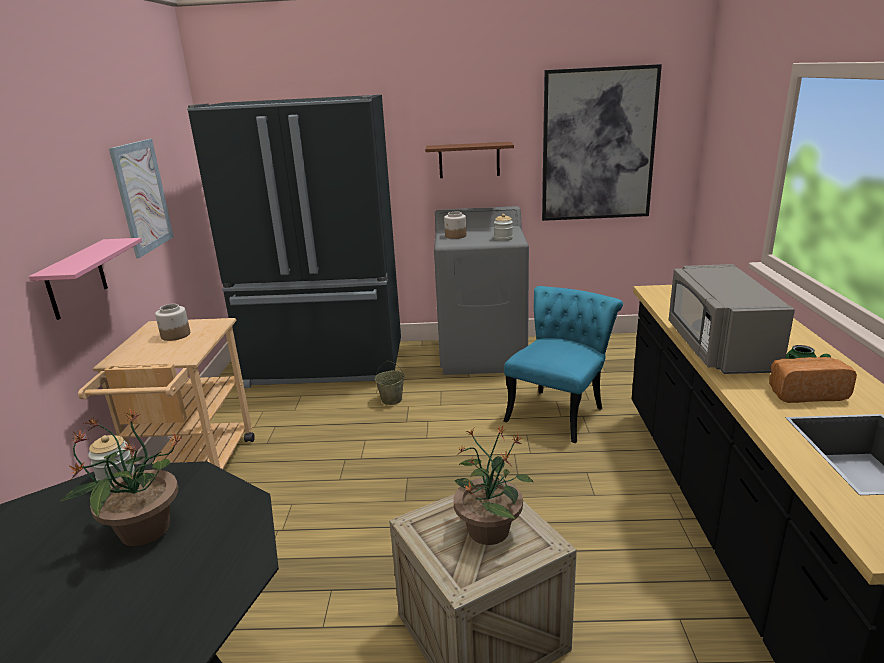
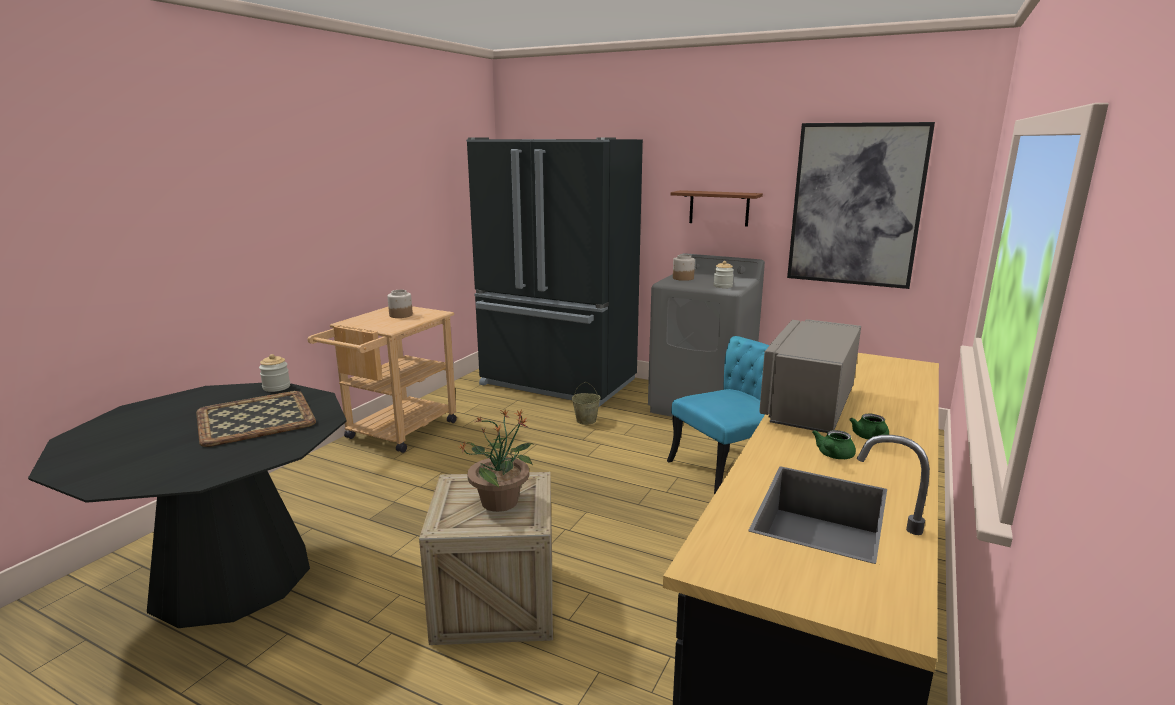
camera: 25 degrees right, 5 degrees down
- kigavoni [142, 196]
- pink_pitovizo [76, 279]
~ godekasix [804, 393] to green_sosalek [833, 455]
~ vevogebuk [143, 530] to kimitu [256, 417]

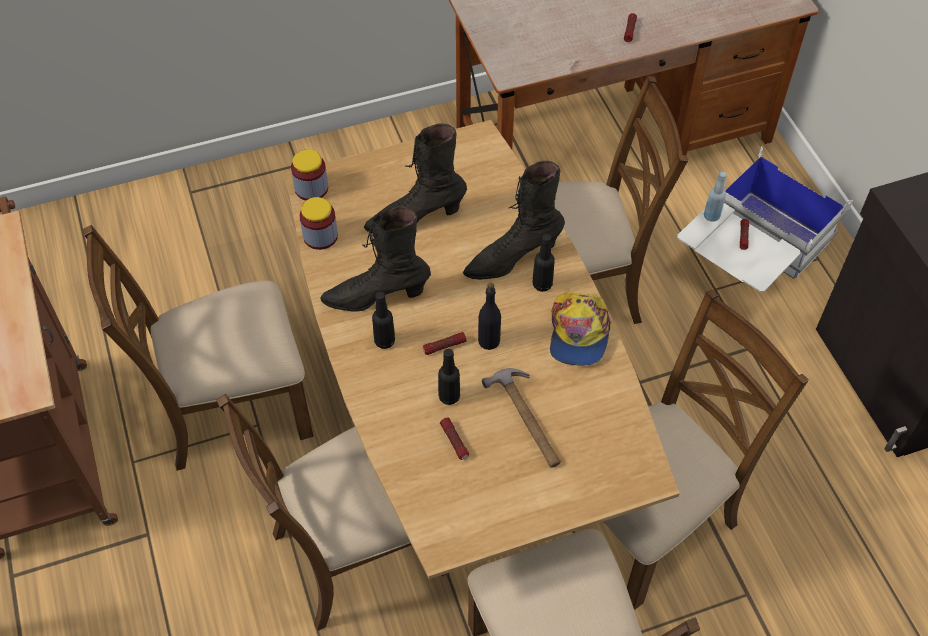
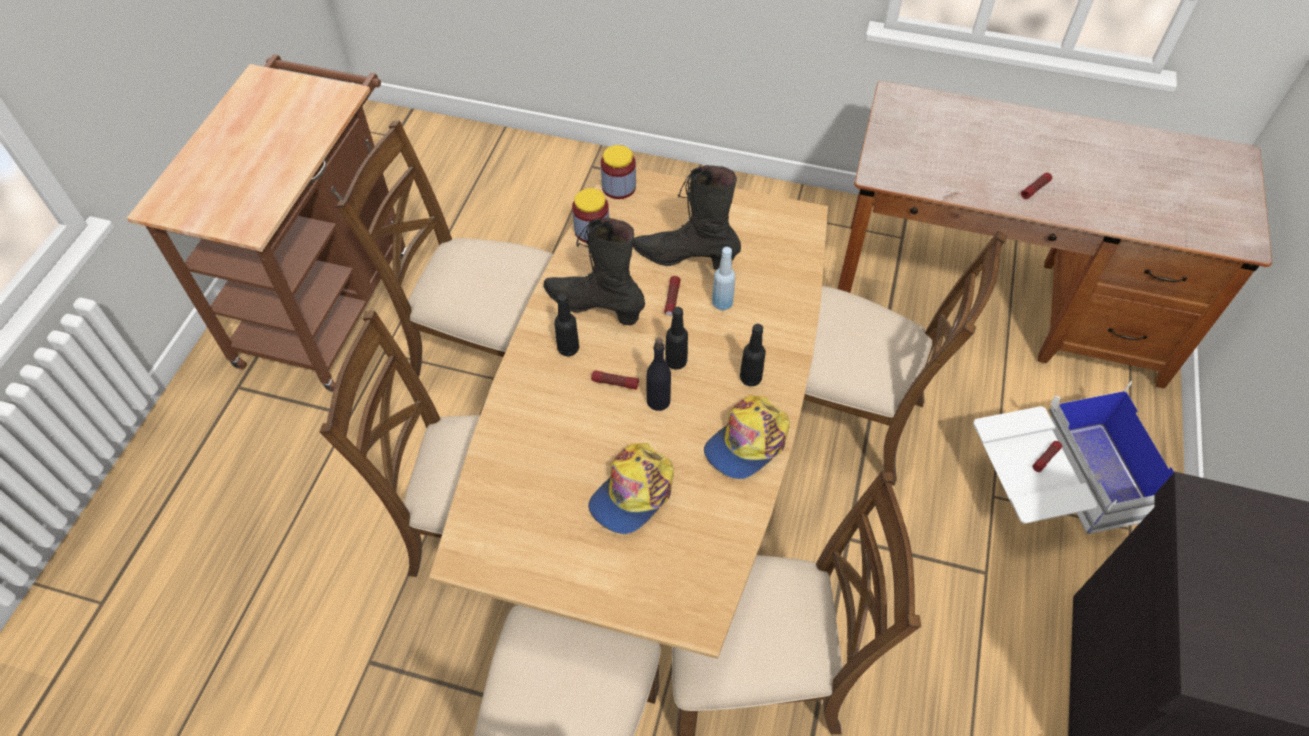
camera: 35 degrees right, 0 degrees up
- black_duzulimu [512, 258]
~ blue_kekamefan [711, 216] to [722, 303]
~ black_kekamefan [449, 397] to [676, 362]
~ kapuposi [527, 419] to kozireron [632, 493]
~ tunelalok [454, 441] to [672, 299]

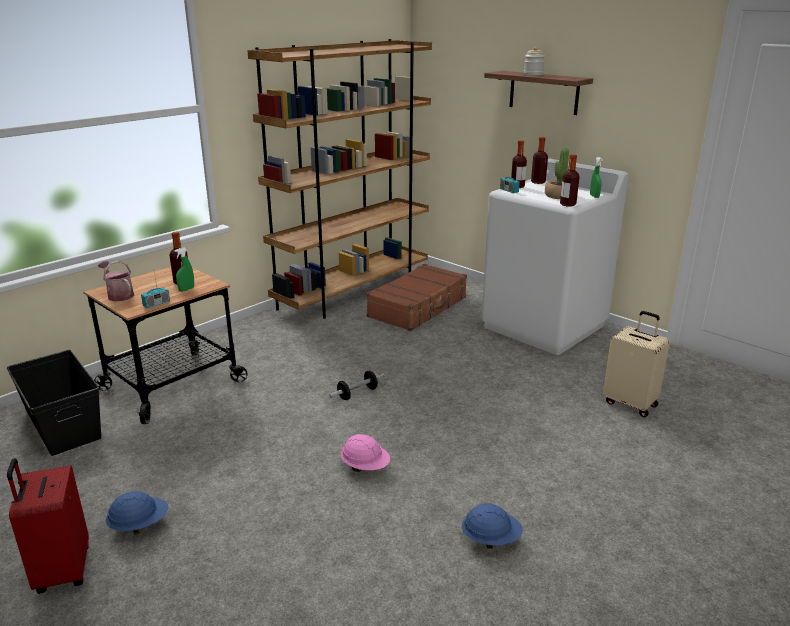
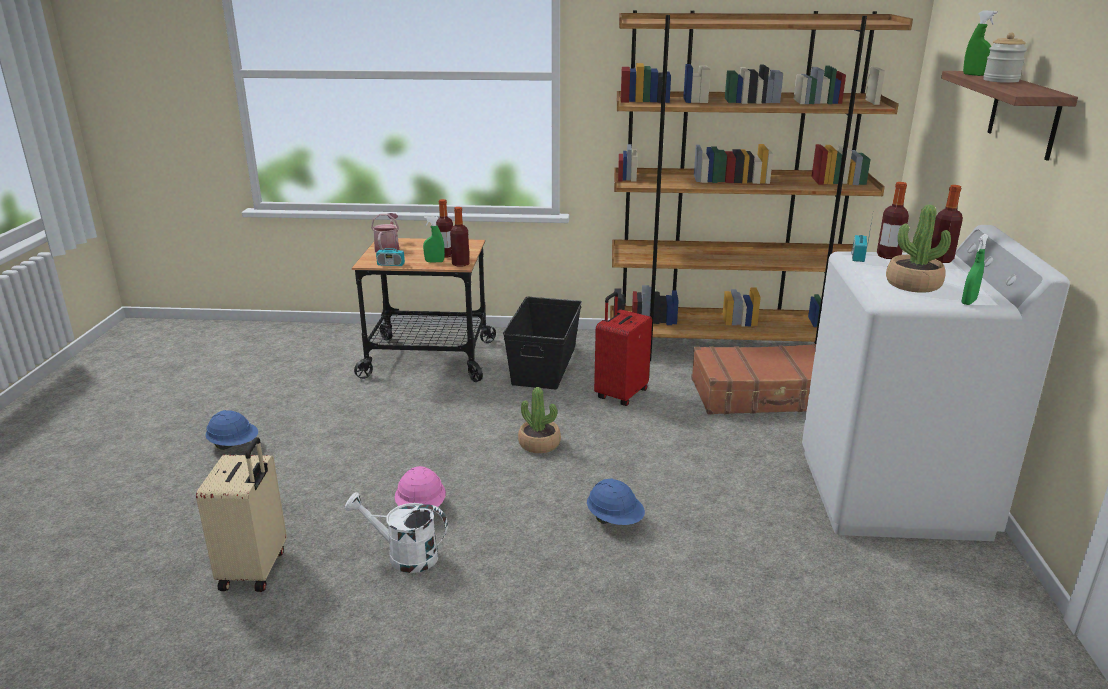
camera: 50 degrees right, 0 degrees up
~ kekamefan [567, 204] to [460, 264]
~ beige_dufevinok [630, 403] to [255, 569]
~ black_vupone [63, 423] to [545, 365]
~ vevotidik [357, 393] to vevogebuk [539, 444]
~ red_dufevinok [61, 571] to [620, 394]
~ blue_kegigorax [491, 539] to [615, 520]
+ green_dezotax [974, 75]
+ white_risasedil [404, 556]

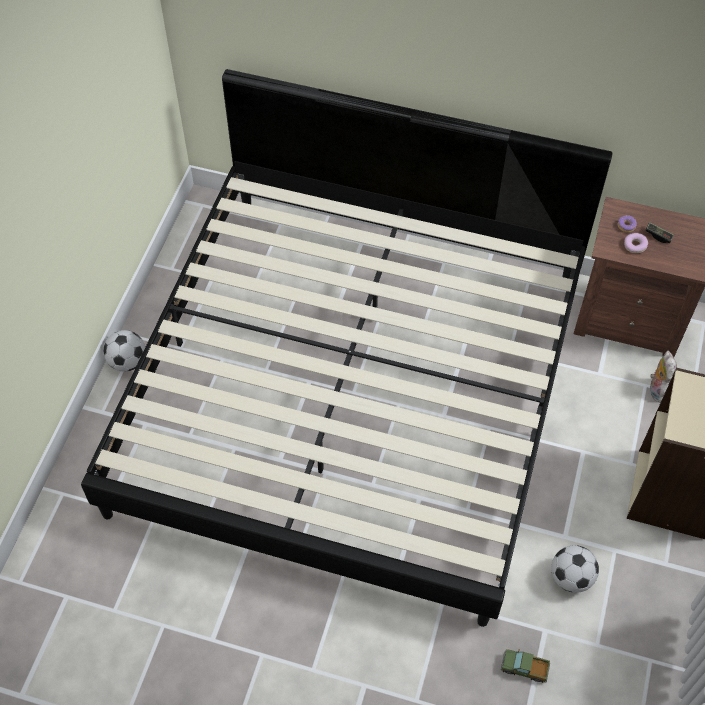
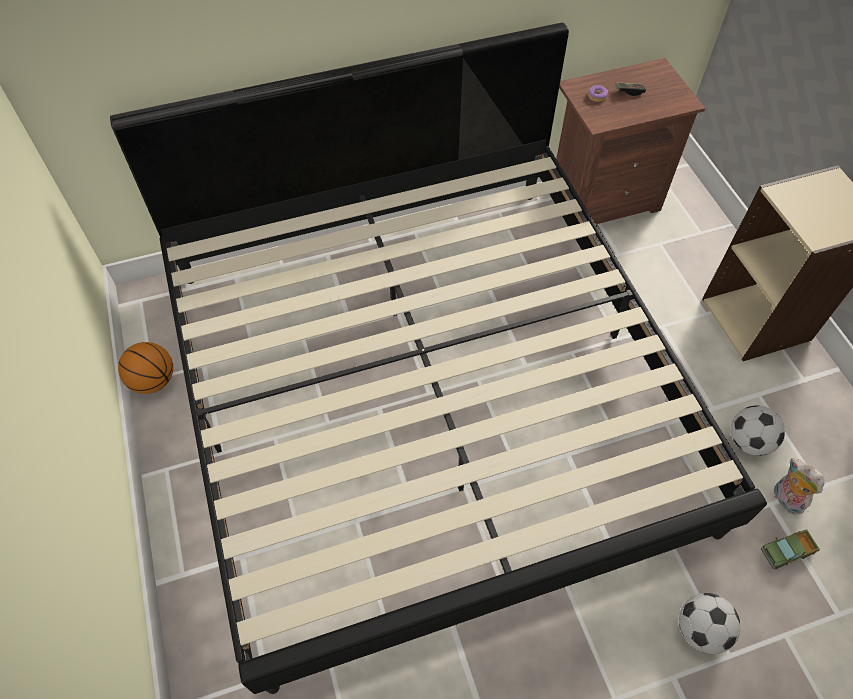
camera: 35 degrees left, 0 degrees up
- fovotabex [634, 245]
~ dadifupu [128, 361] to [700, 629]
~ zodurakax [657, 389] to [785, 499]
+ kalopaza [153, 380]

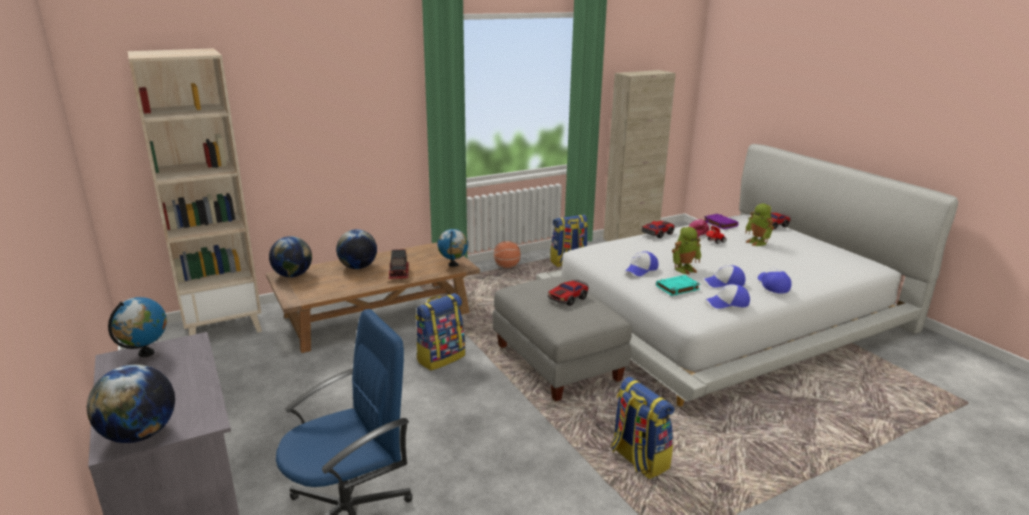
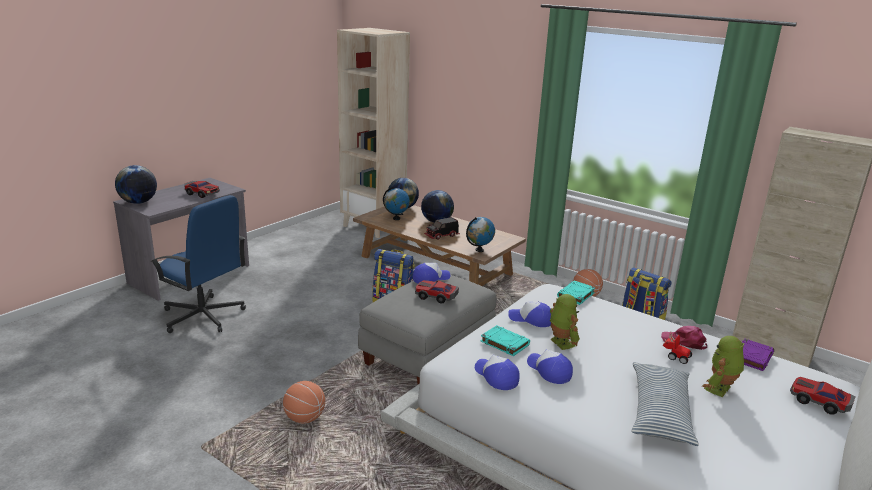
camera: 65 degrees right, 0 degrees up
~ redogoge [657, 233] to [202, 193]
~ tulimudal [684, 269] = [560, 343] 150 degrees counterclockwise
~ kozireron [772, 285] to [430, 278]
~ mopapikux [146, 353] to [396, 218]
~ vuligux [638, 459] to kalopaza [304, 418]
+ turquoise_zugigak [576, 295]
+ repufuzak [660, 412]

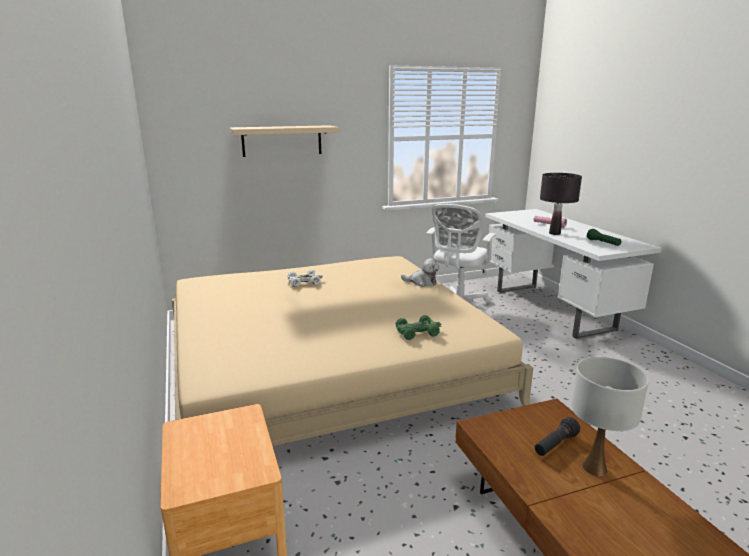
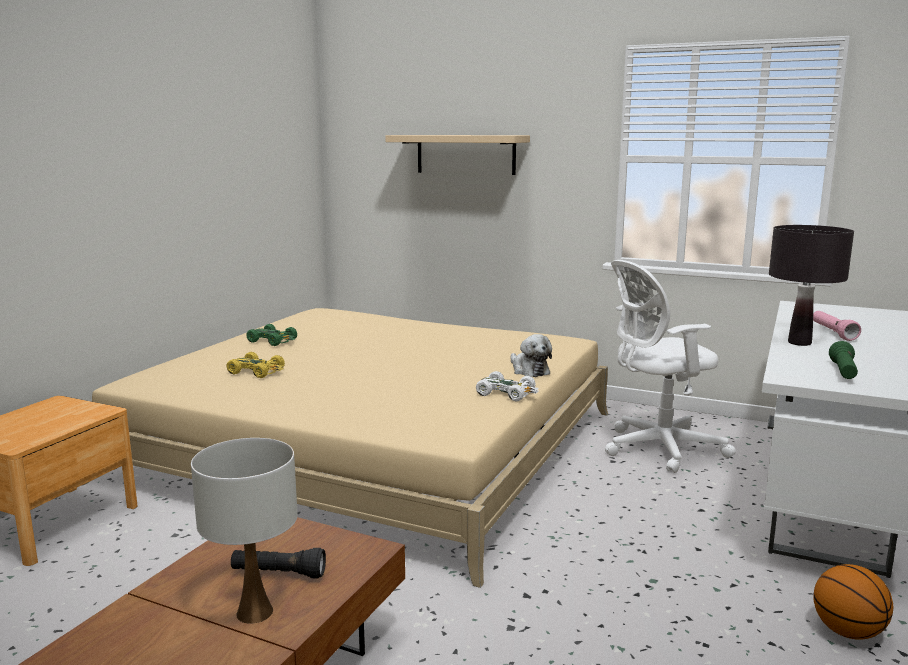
camera: 45 degrees right, 5 degrees down
~ white_redogoge [304, 282] to [507, 393]
~ green_redogoge [417, 332] to [273, 341]
+ yellow_redogoge [257, 371]
+ kalopaza [847, 631]

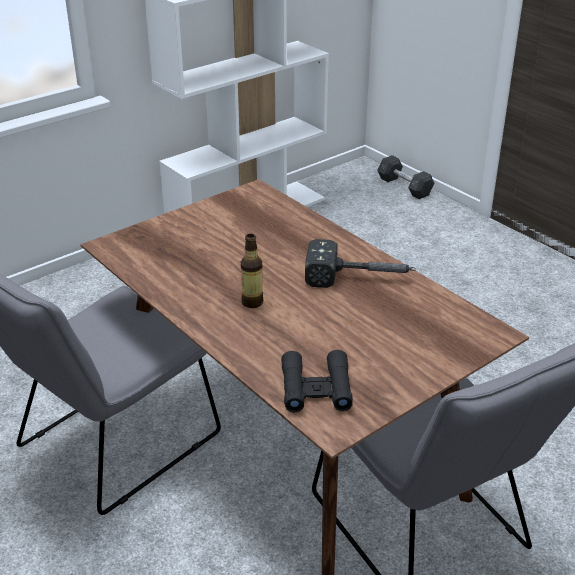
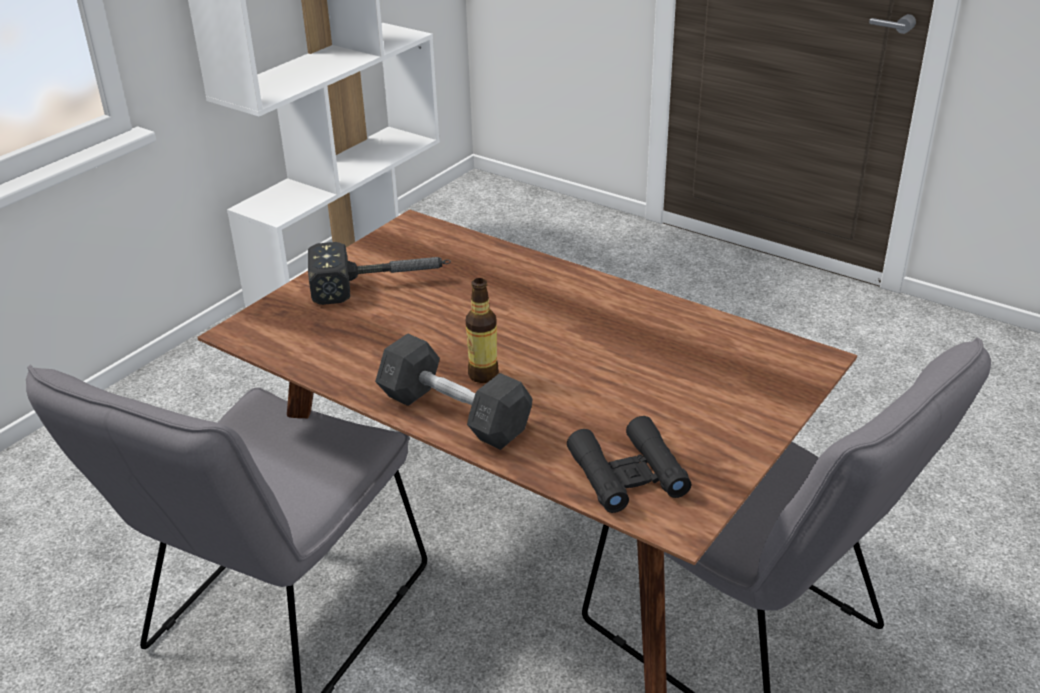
camera: 15 degrees left, 0 degrees up
~ grey_vevotidik [404, 187] to [454, 414]
~ kapuposi [360, 277] to [382, 284]

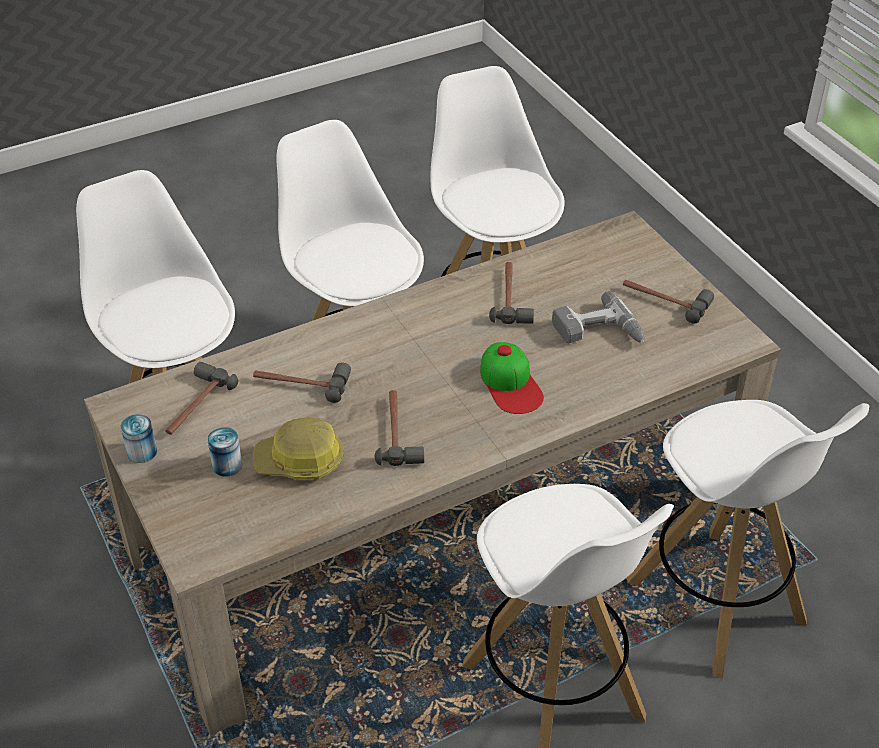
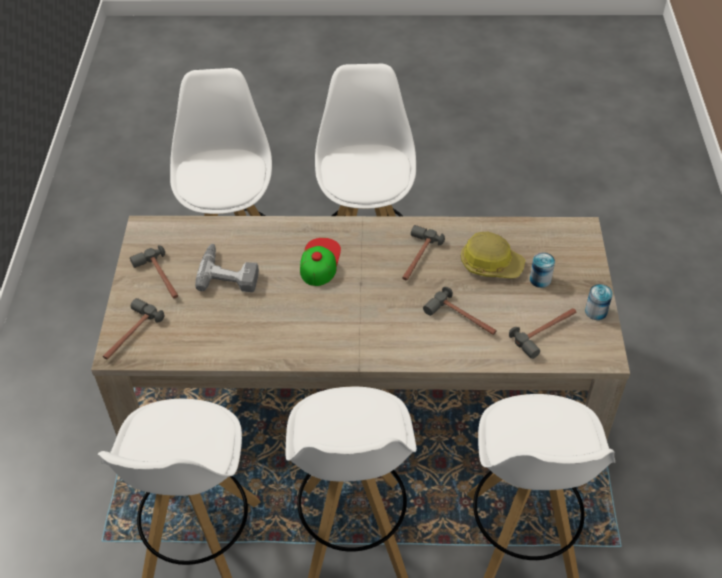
camera: 150 degrees left, 5 degrees up
~ kapuposi [511, 297] to [129, 335]

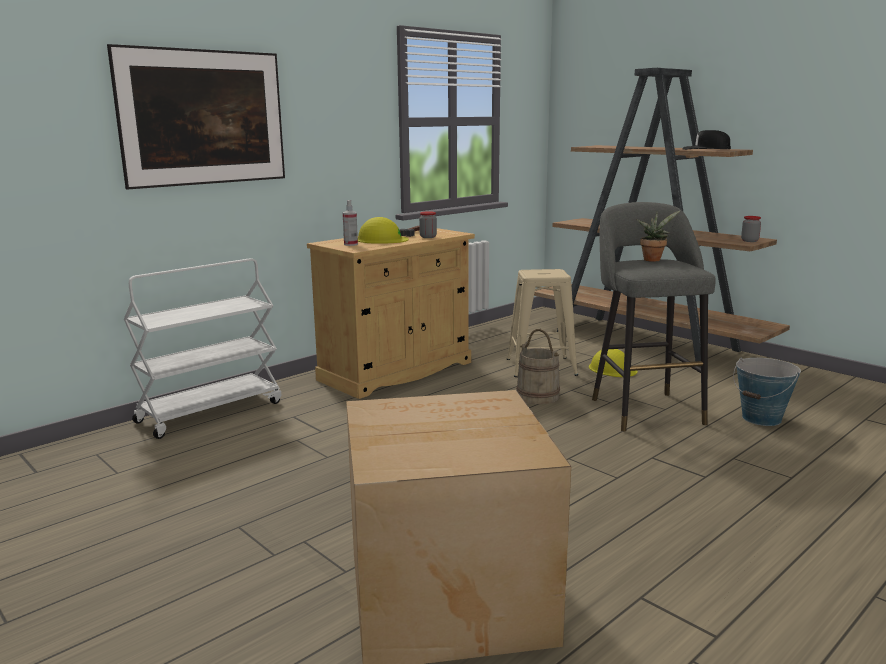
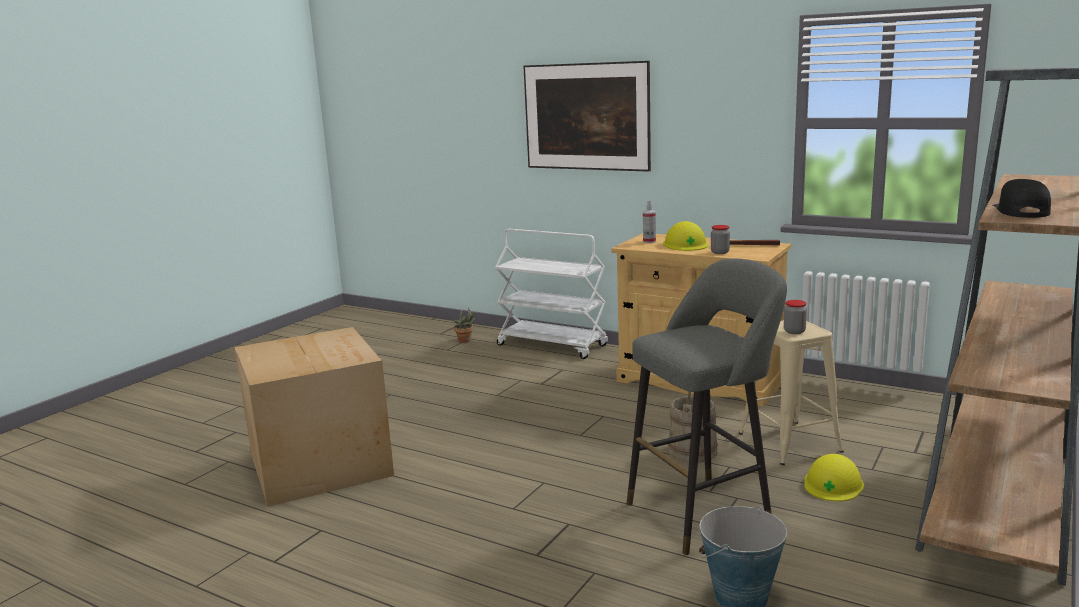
camera: 75 degrees right, 0 degrees up
~ vevogebuk [653, 259] to [466, 341]
~ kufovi [749, 241] to [794, 331]

